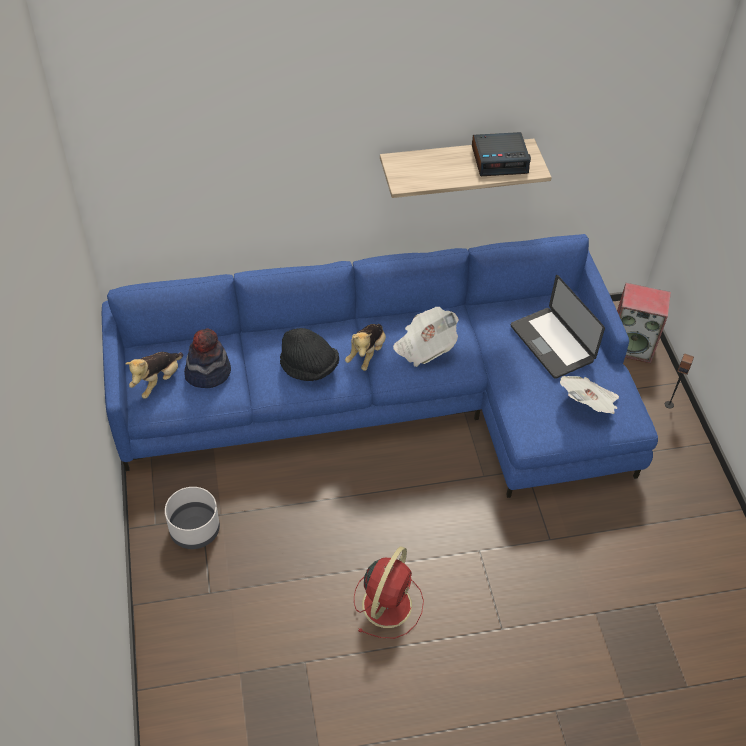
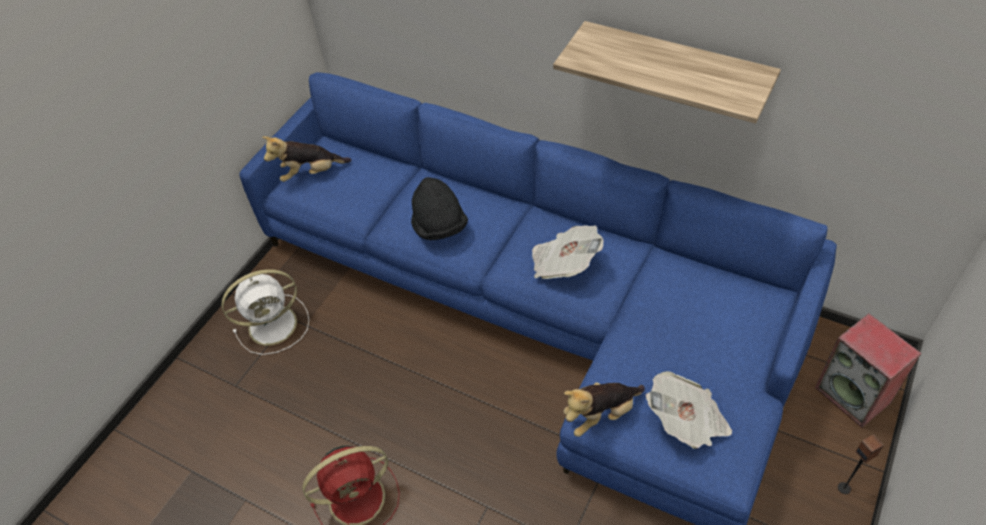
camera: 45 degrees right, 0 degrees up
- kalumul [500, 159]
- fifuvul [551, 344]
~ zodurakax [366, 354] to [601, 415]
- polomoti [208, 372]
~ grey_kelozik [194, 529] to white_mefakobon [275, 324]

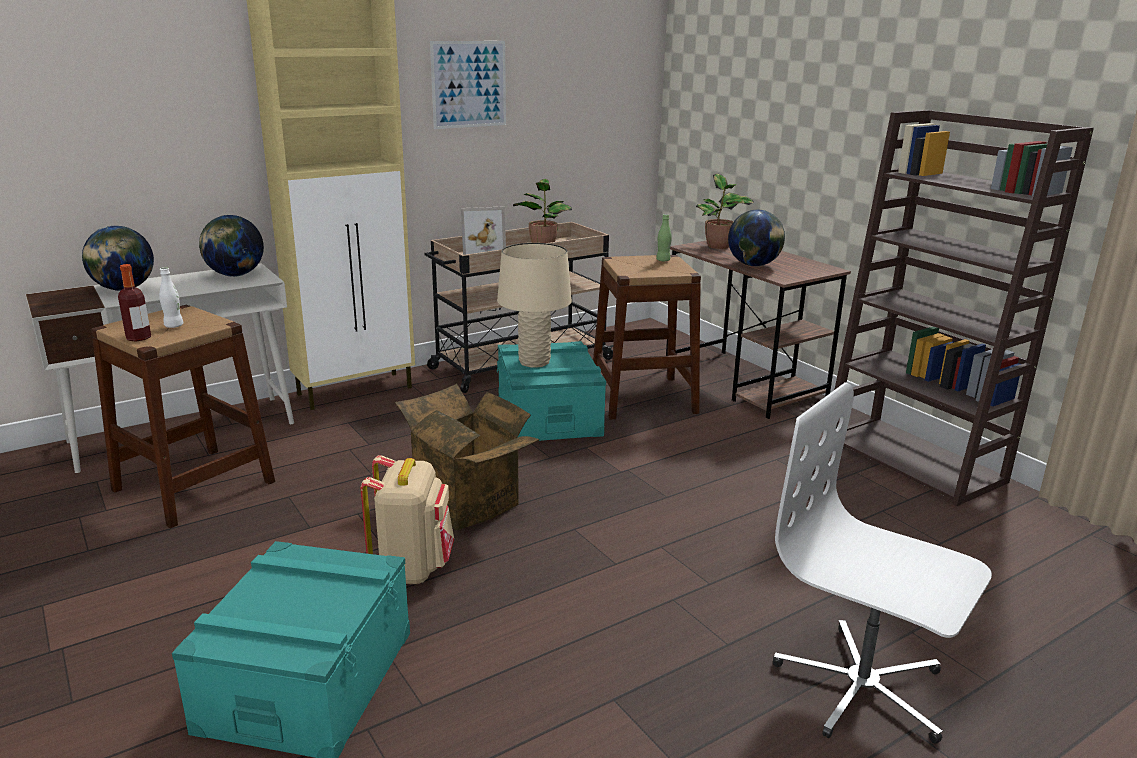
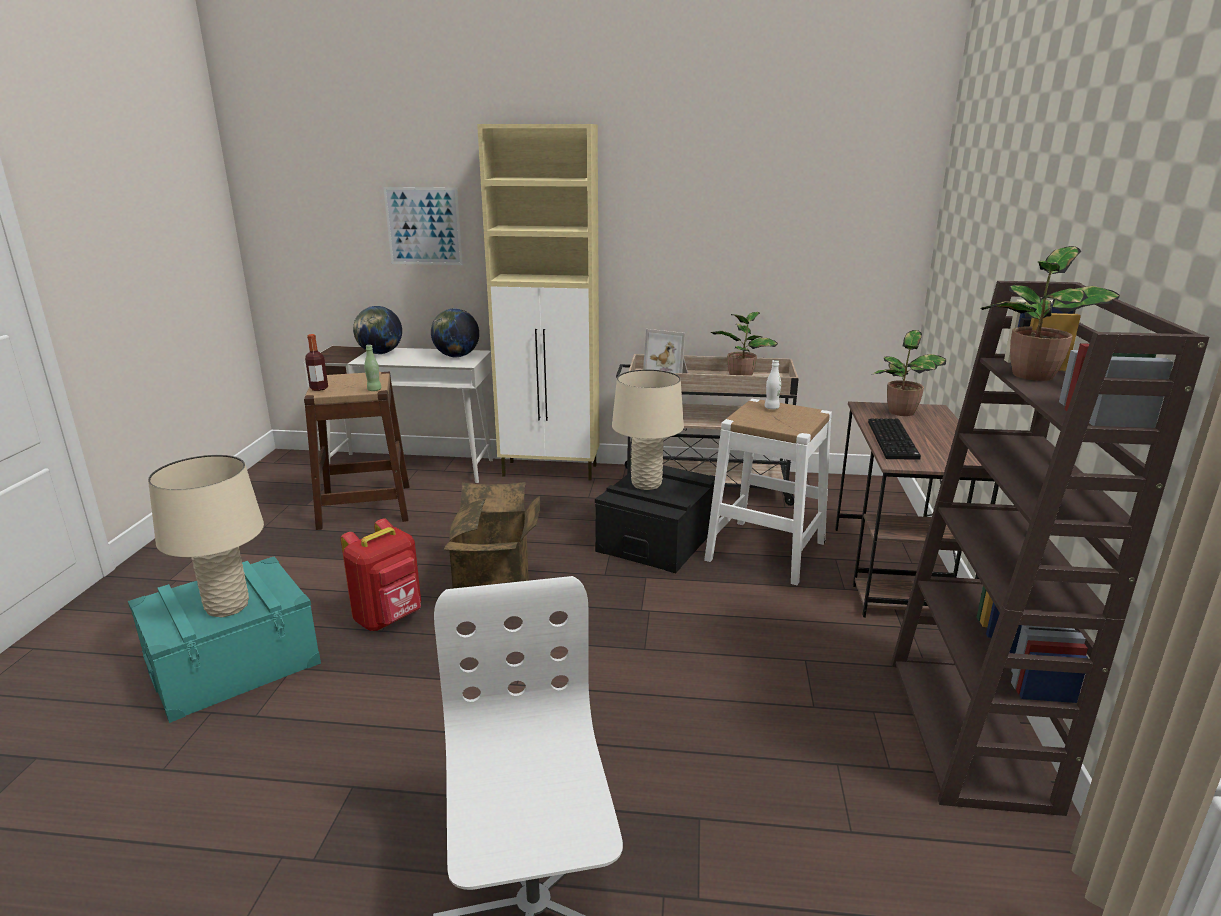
camera: 40 degrees right, 0 degrees up
~ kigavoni [469, 84] to [423, 226]
~ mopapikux [753, 265] to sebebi [894, 440]
~ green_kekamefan [663, 260] to [374, 390]
~ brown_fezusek [642, 397] to white_fezusek [765, 551]
~ white_kekamefan [174, 326] to [771, 408]
~ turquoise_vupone [549, 415] to black_vupone [658, 538]
~ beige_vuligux [413, 568] to red_vuligux [389, 618]
+ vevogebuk [1032, 376]
+ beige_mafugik [227, 607]

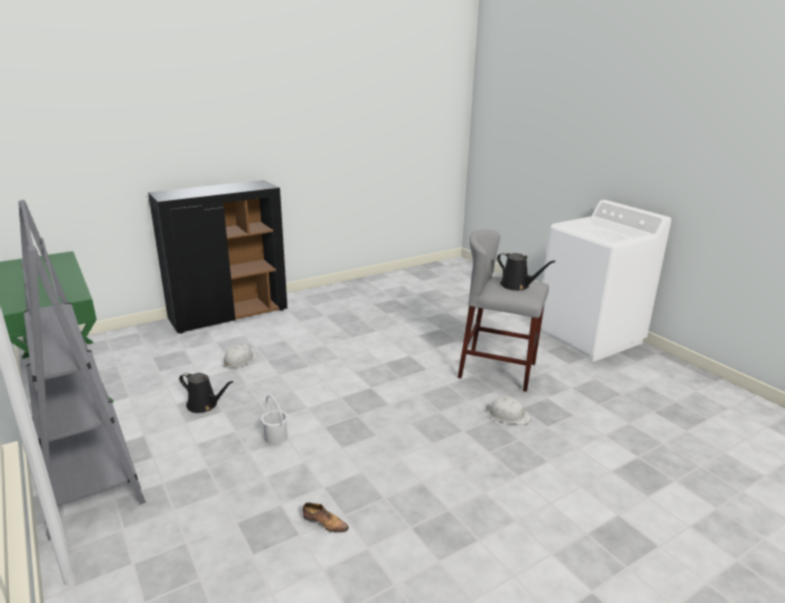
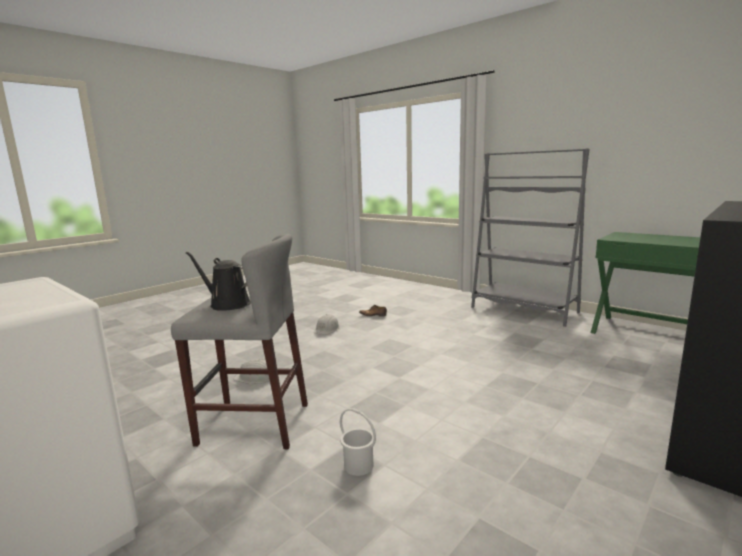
camera: 165 degrees right, 10 degrees down
~ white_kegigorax [240, 360] to [327, 329]
- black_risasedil [204, 405]
~ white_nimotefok [275, 437] to [359, 465]

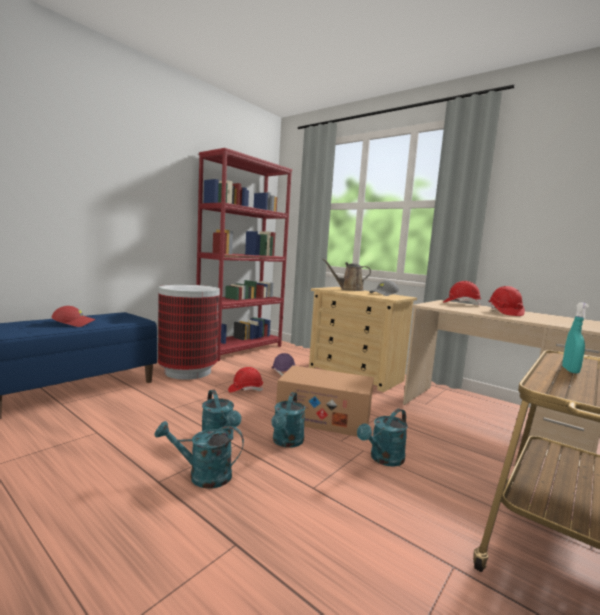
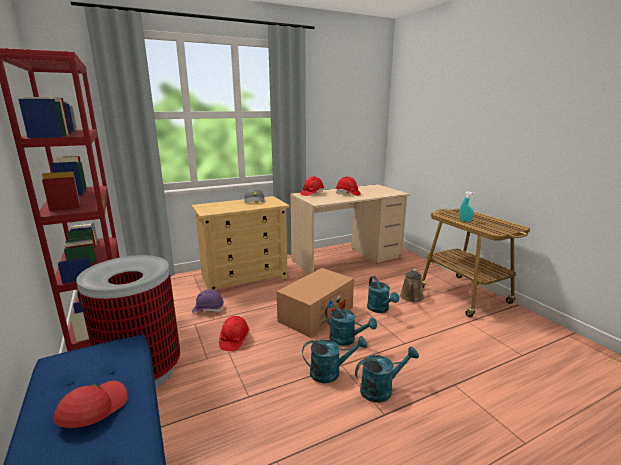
camera: 65 degrees left, 10 degrees up
~ brown_risasedil [349, 289] to [411, 298]
~ turquoise_risasedil [202, 476] = [381, 389] 135 degrees counterclockwise

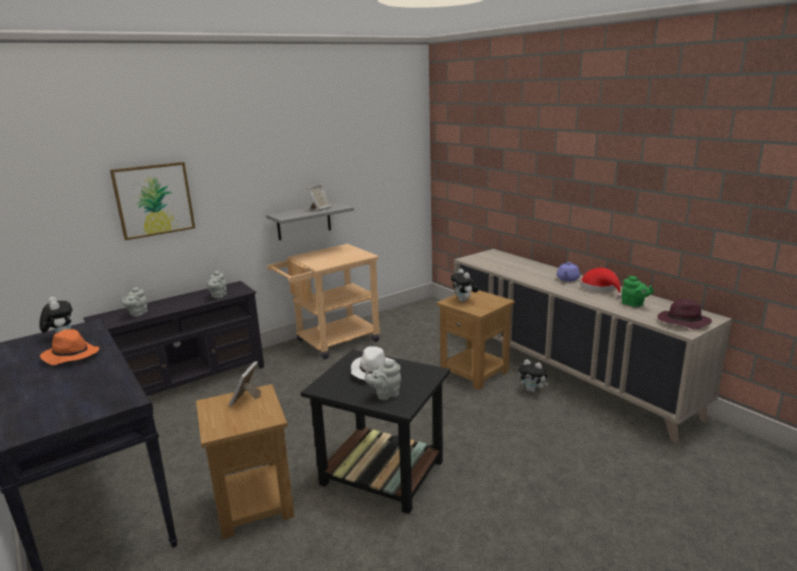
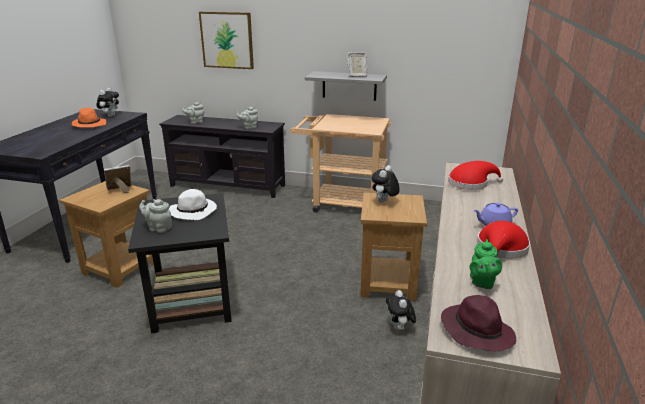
camera: 50 degrees right, 5 degrees up
+ red_polomoti [470, 183]

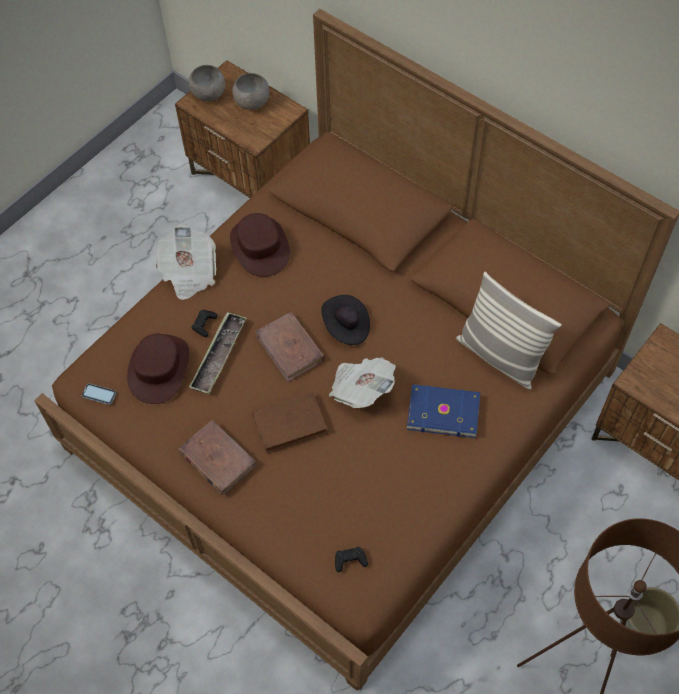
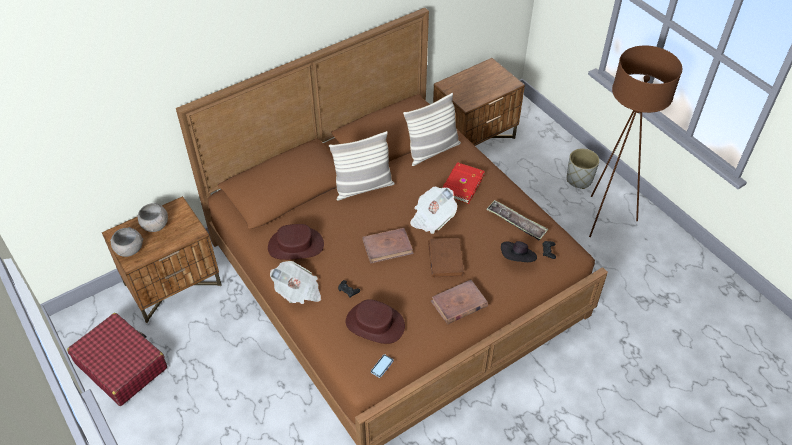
camera: 75 degrees left, 10 degrees down
~ black_polomoti [346, 327] to [517, 258]
~ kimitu [219, 356] to [516, 223]
~ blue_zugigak [442, 411] to red_zugigak [461, 184]
+ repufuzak [363, 187]
+ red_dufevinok [121, 365]

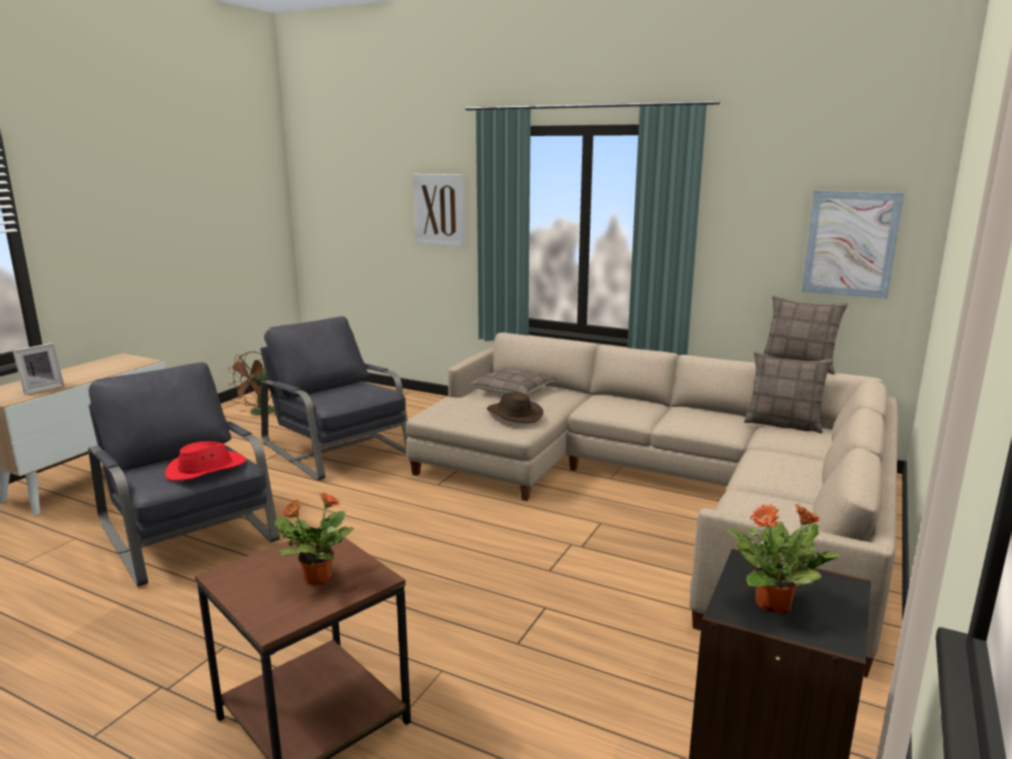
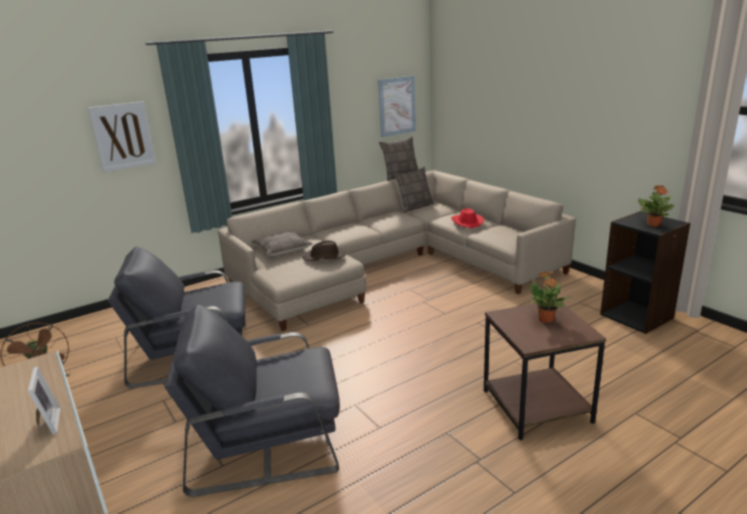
camera: 60 degrees left, 5 degrees up
~ red_polomoti [206, 469] to [466, 222]

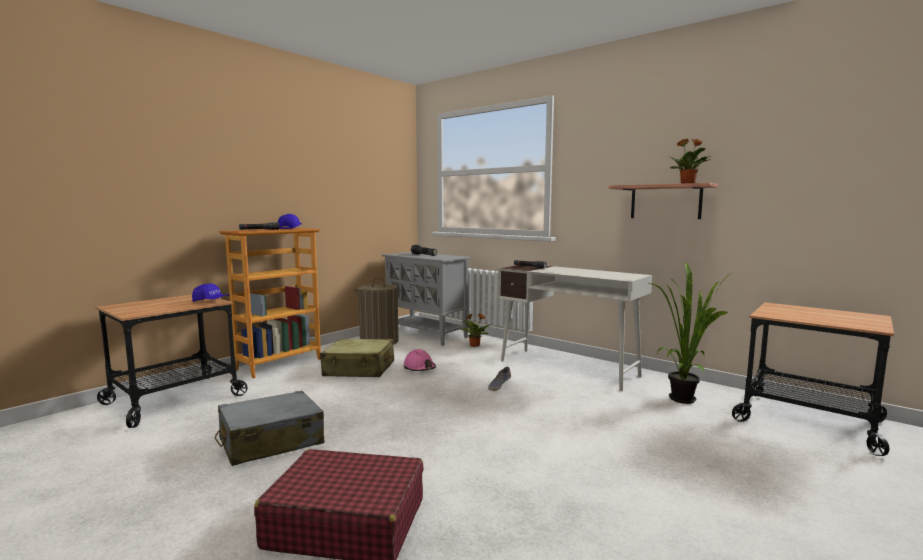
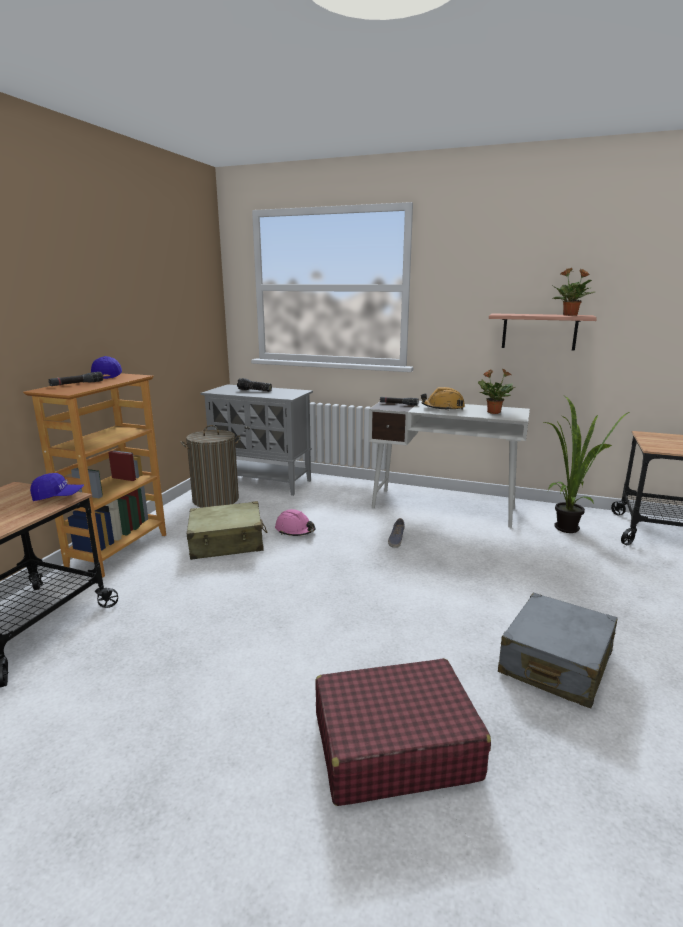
camera: 20 degrees left, 10 degrees up
~ vevogebuk [474, 345] to [493, 412]
~ grey_dufevinok [271, 442] to [555, 663]
+ orange_kegigorax [443, 408]

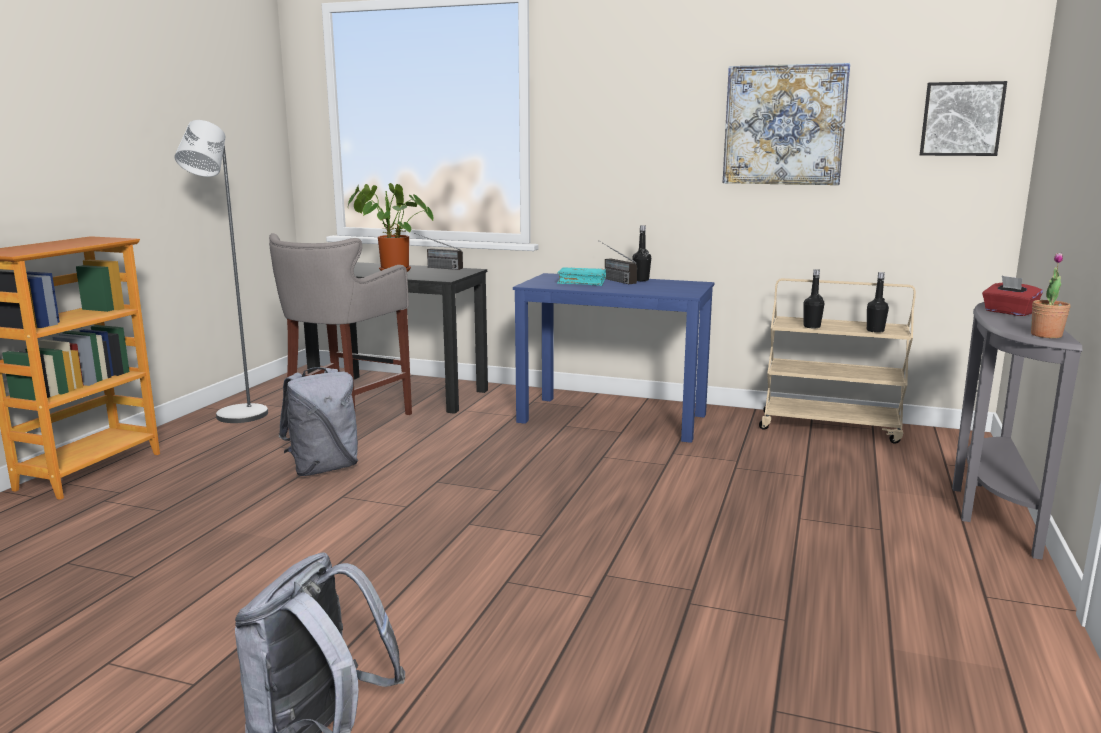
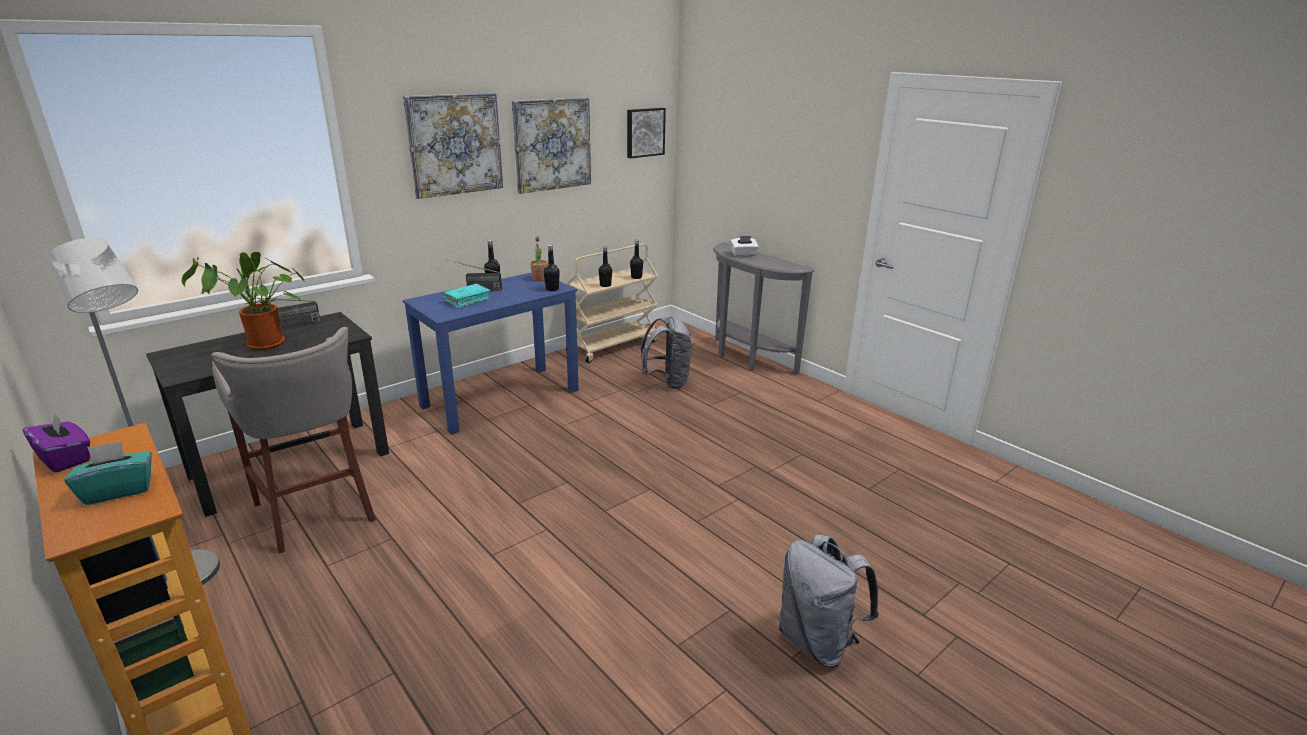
camera: 60 degrees left, 10 degrees up
~ vevogebuk [1046, 335] to [539, 279]
~ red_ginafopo [1008, 312] to white_ginafopo [743, 254]
~ grey_vuligux [324, 468] to [667, 382]
+ kigavoni [455, 144]
+ black_kekamefan [552, 289]
+ purple_ginafopo [65, 458]
+ turquoise_ginafopo [119, 490]

